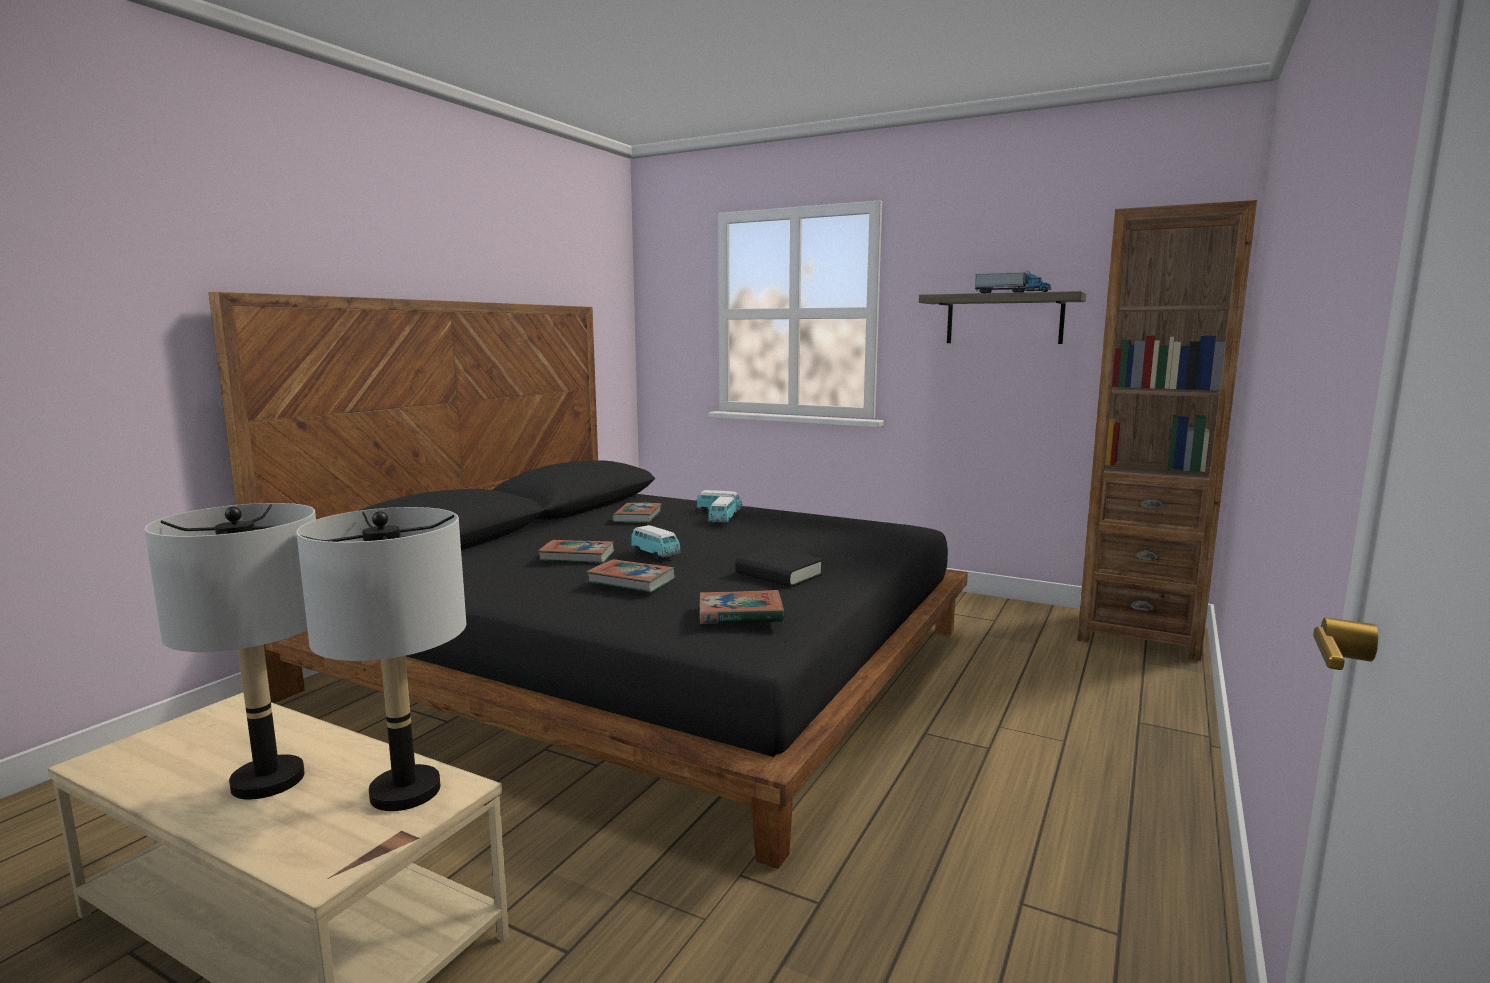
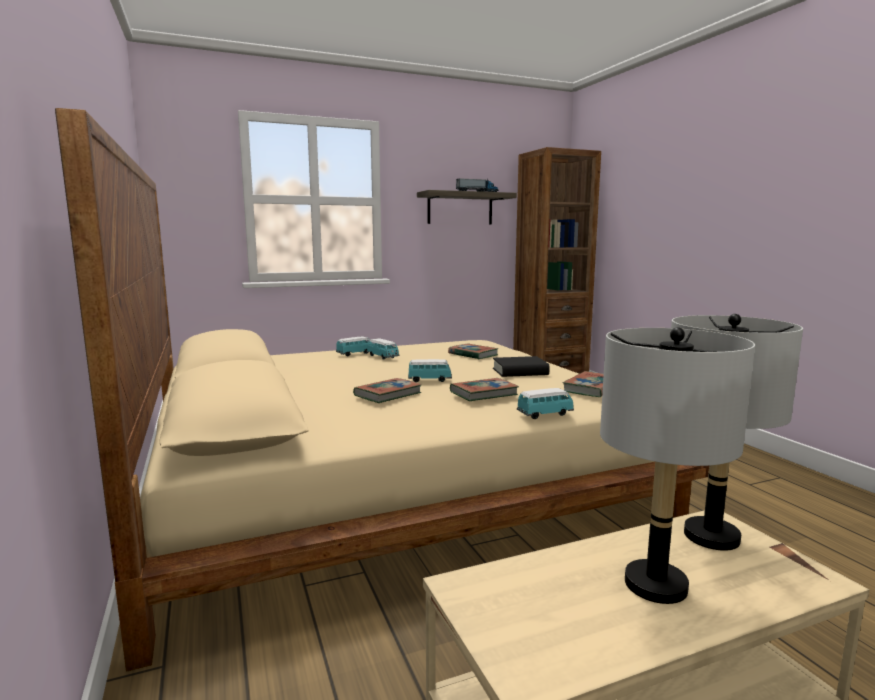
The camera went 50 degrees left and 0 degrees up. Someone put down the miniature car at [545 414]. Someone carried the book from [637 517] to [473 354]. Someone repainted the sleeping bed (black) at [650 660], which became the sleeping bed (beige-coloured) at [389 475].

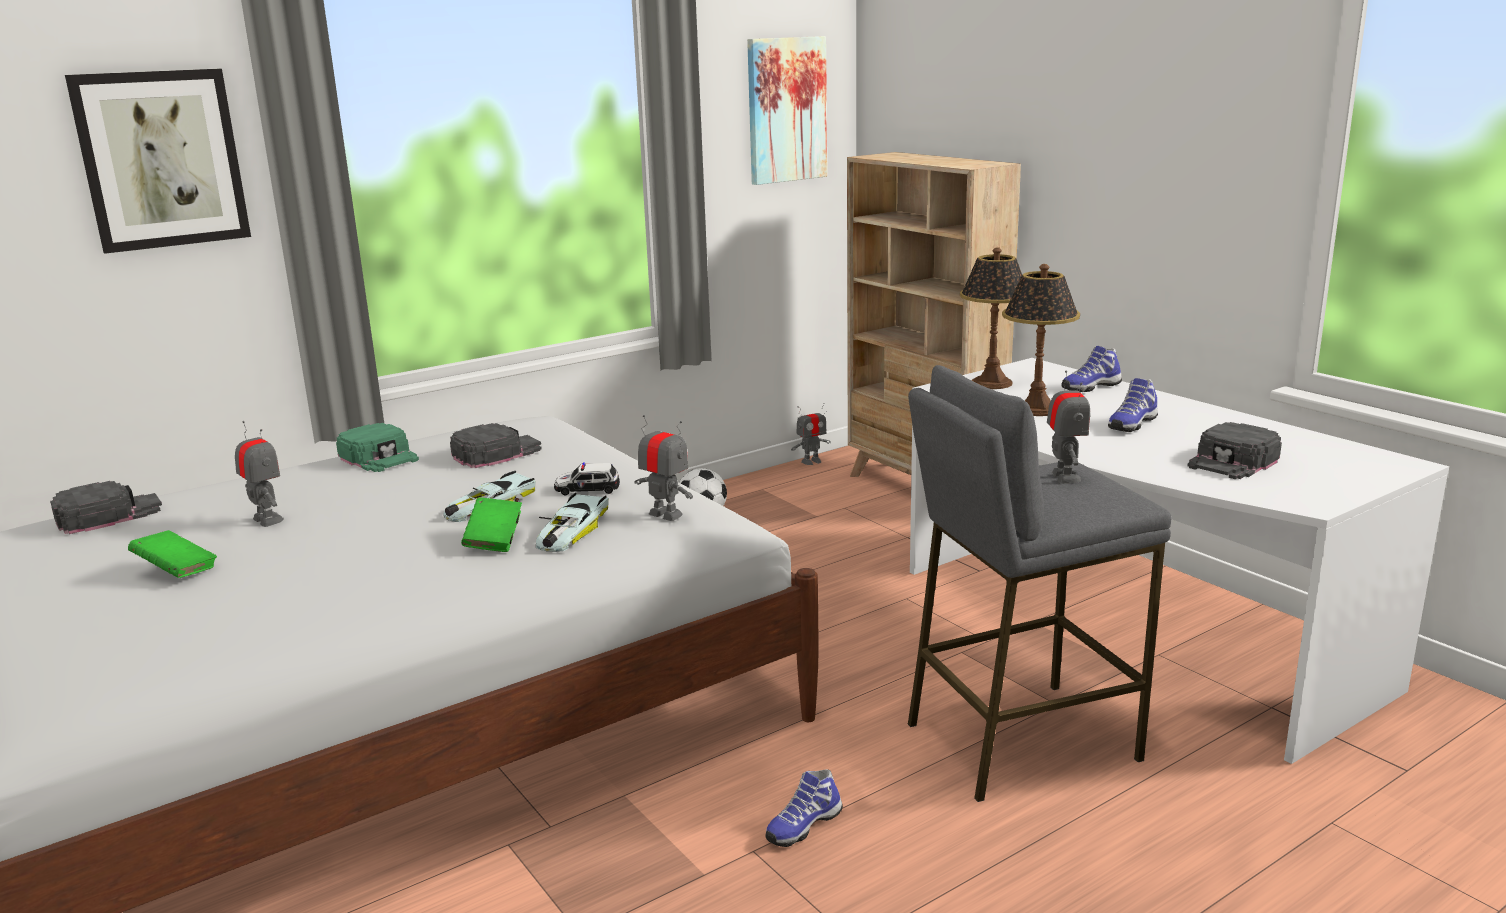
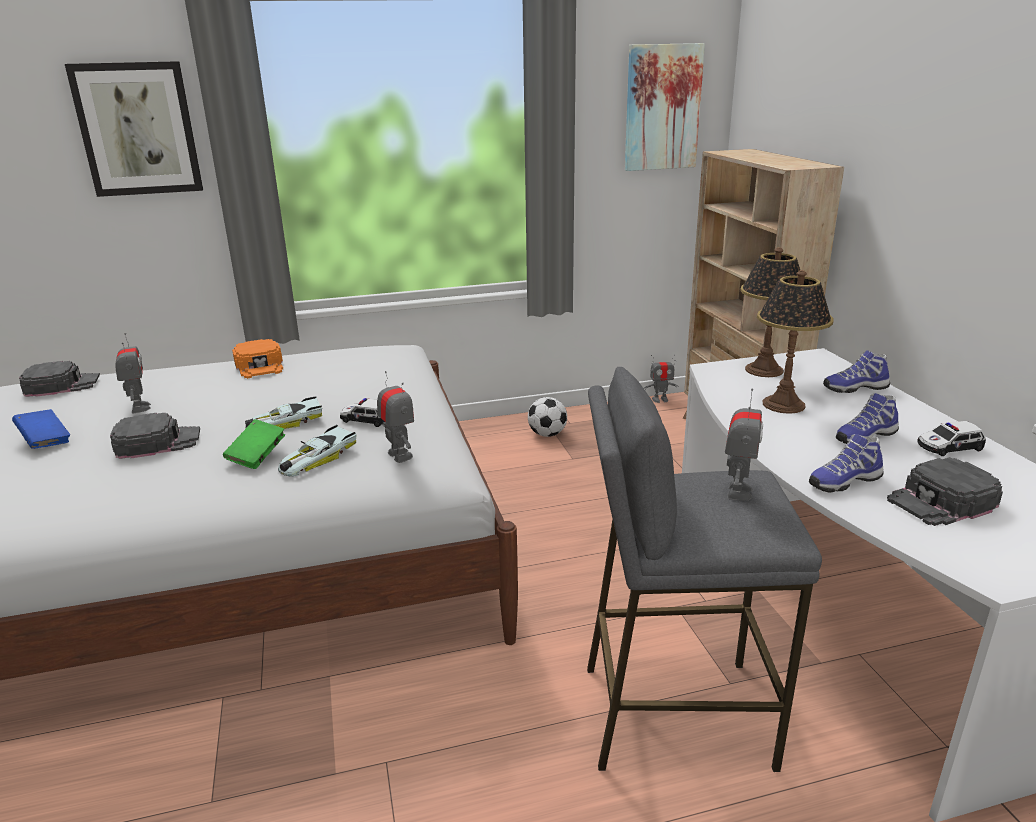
The camera went 20 degrees right and 5 degrees up. Someone put down the miniature car at [949 447]. Someone carried the cap (black) from [496 452] to [158 442]. Someone carried the item of footwear from [802 825] to [843 481]. Someone repainted the book (greenish) at [176 571], which became the book (bluish) at [45 441]. Someone repainted the cap (greenish) at [379 457], which became the cap (orange) at [260 365].

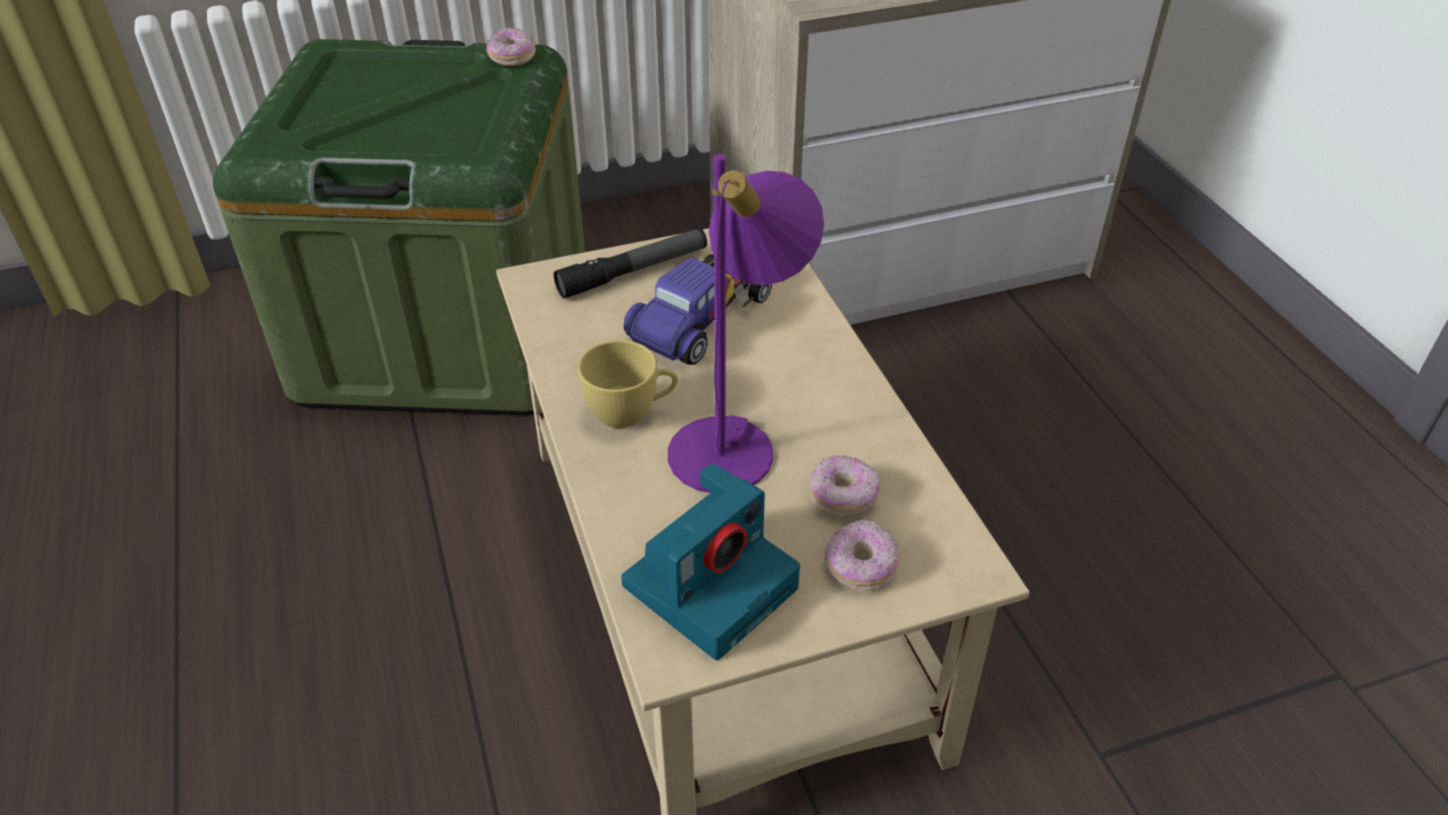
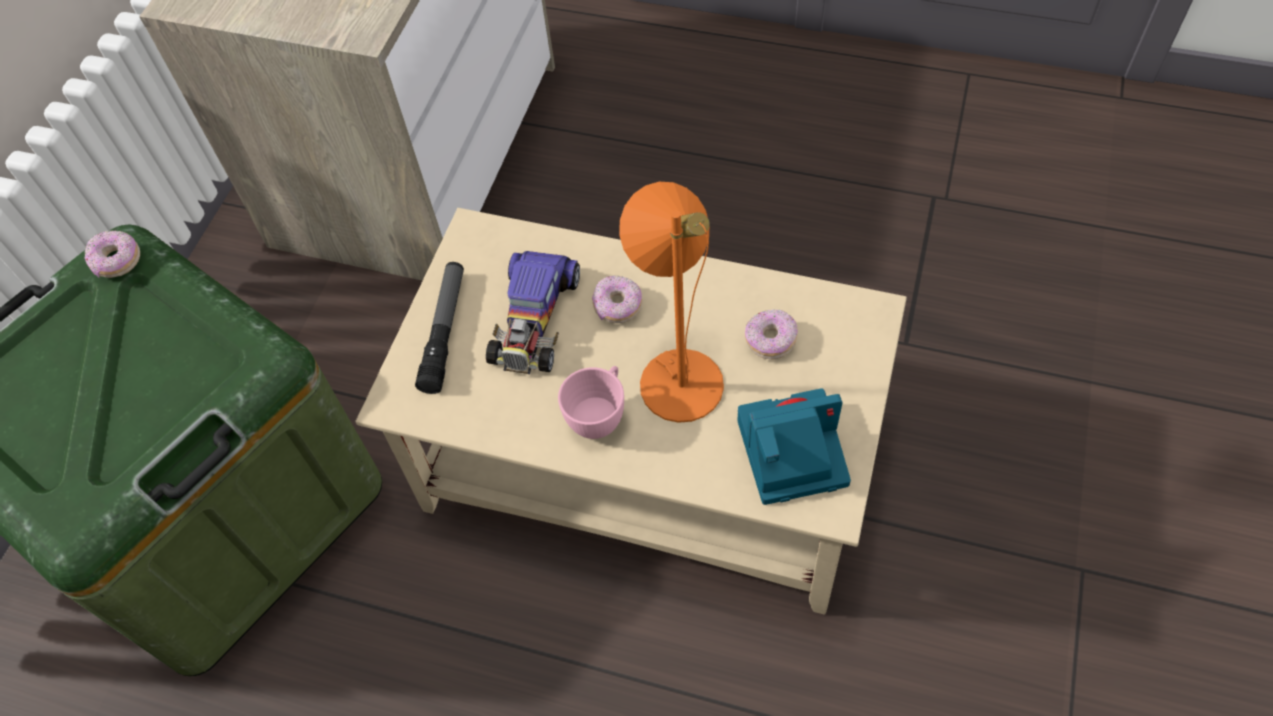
The camera went 50 degrees left and 15 degrees up. Someone carried the donut from [860 567] to [617 306]. Someone repainted the cup (yellow) at [631 413], which became the cup (pink-coloured) at [599 415]. Someone repainted the table lamp (purple-coloured) at [736 443], which became the table lamp (orange) at [678 370]. Someone rotated the still camera at [711 583] by 90 degrees counterclockwise. Someone rotated the miniature car at [700 317] by 150 degrees counterclockwise.

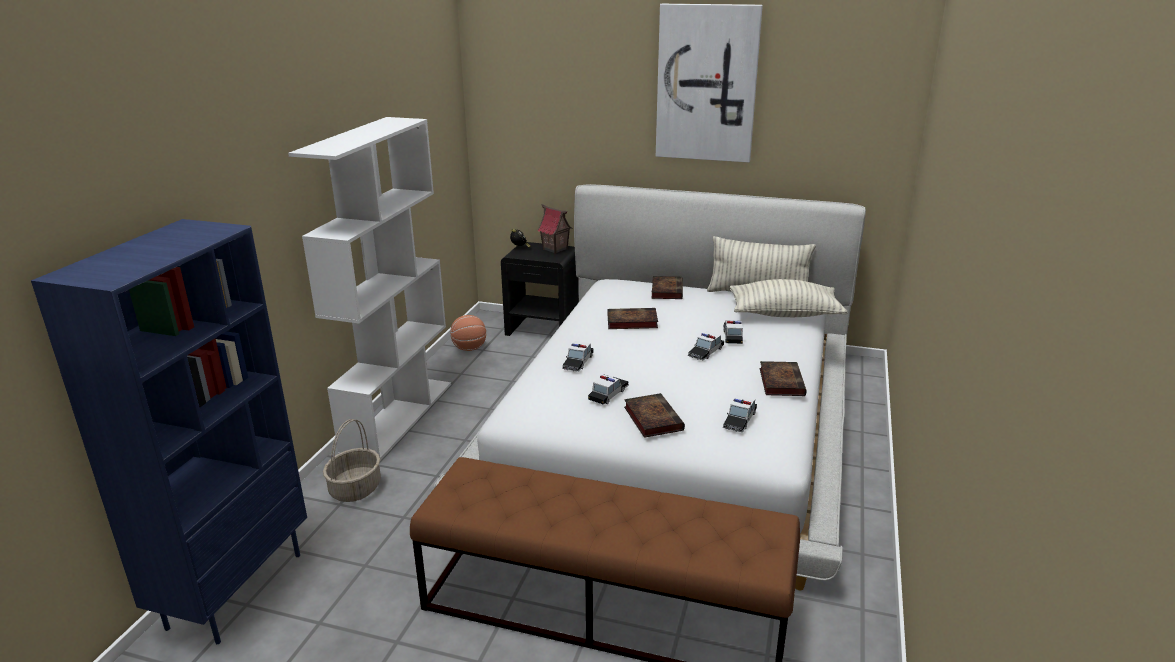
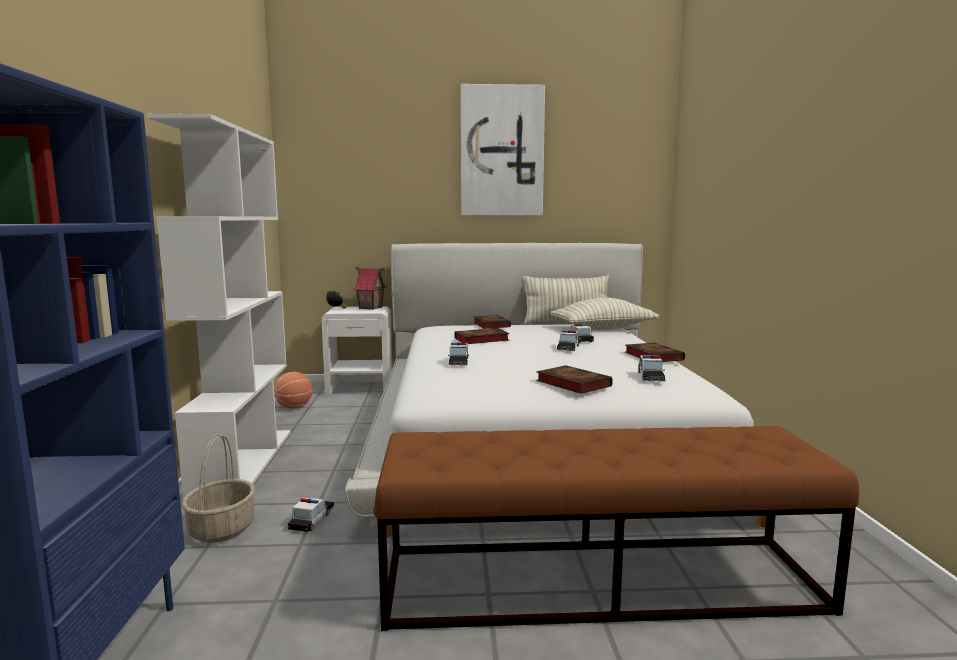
The camera went 20 degrees left and 15 degrees down. Someone carried the miniature car from [608 394] to [312 520]. Someone repainted the bedside table (black) at [543 329], which became the bedside table (white) at [360 388].

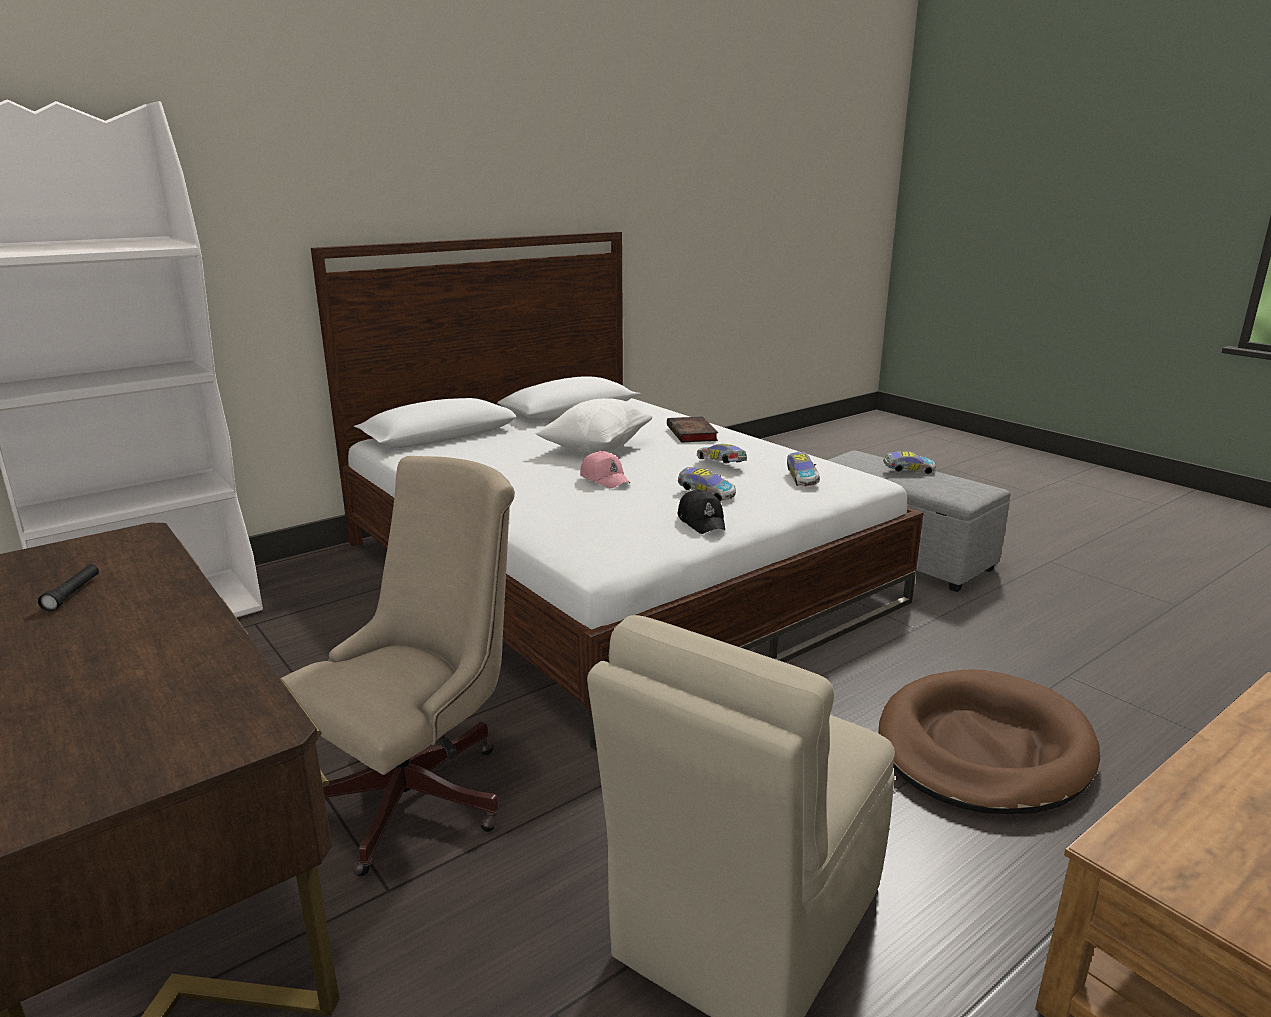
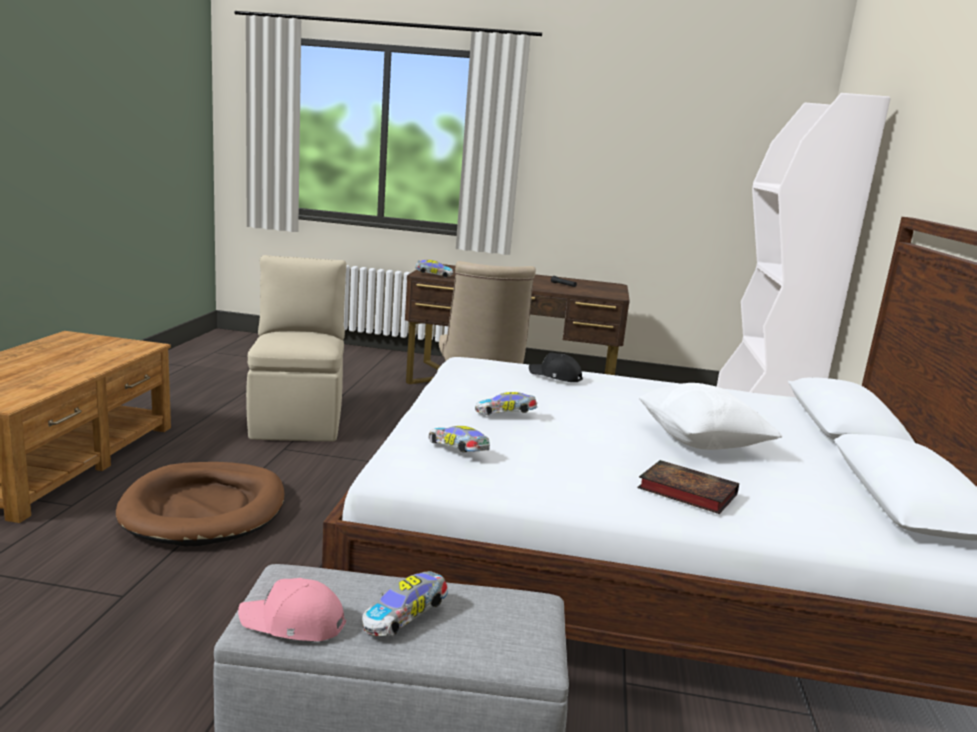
The camera went 135 degrees right and 5 degrees down. Someone carried the cap (pink-coloured) from [605 479] to [293 623]. Someone carried the cap (black) from [702 521] to [555 376]. Someone carried the miniature car from [721 464] to [433 275].

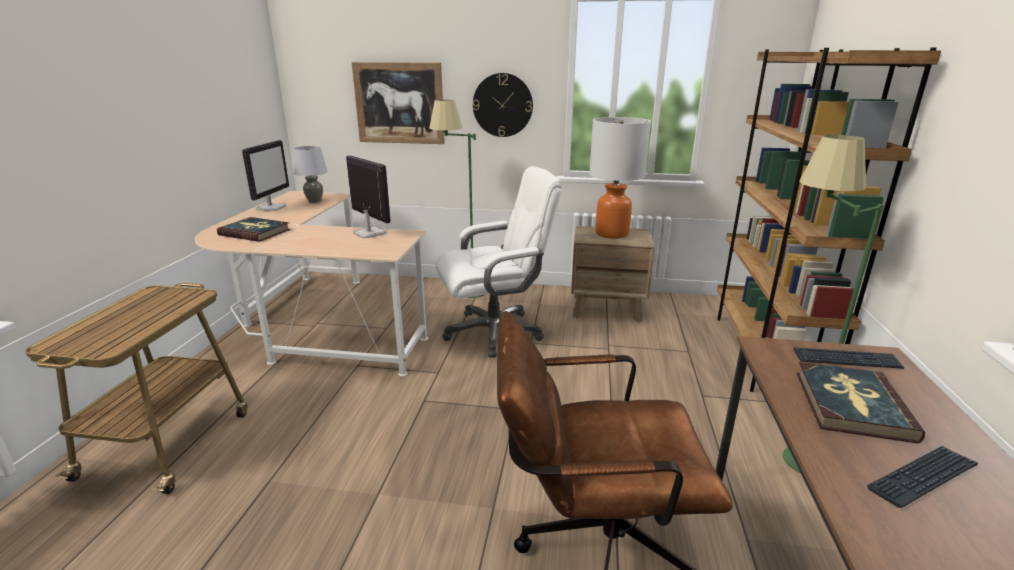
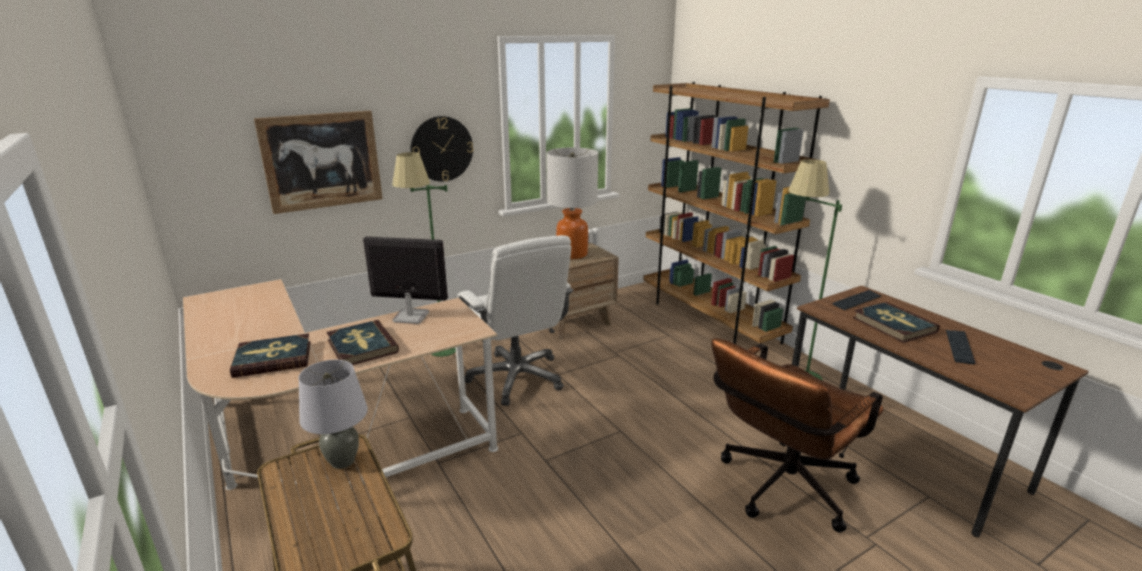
The camera went 40 degrees left and 0 degrees up. Someone took away the computer screen at [271 207]. Someone put down the book at [362 346]. Someone carried the table lamp (grey) from [315 201] to [343 461]. Someone rotated the desk chair (white) at [494 332] by 120 degrees clockwise.

